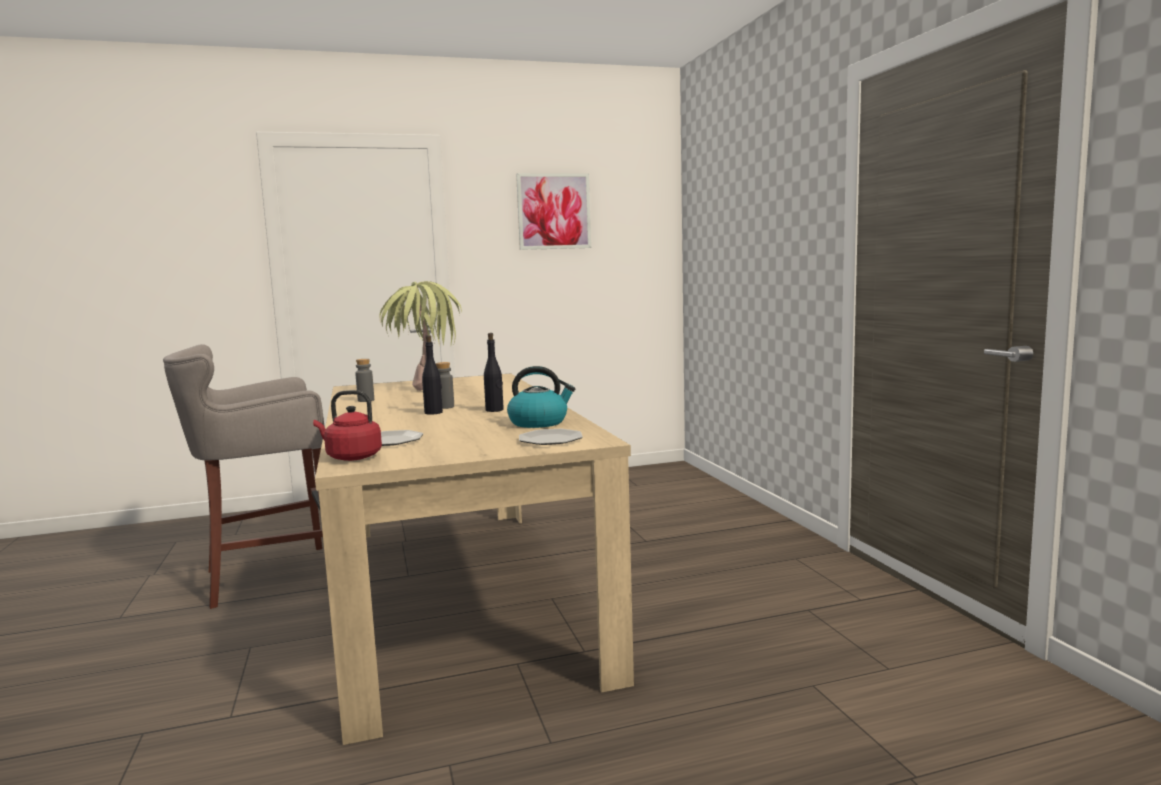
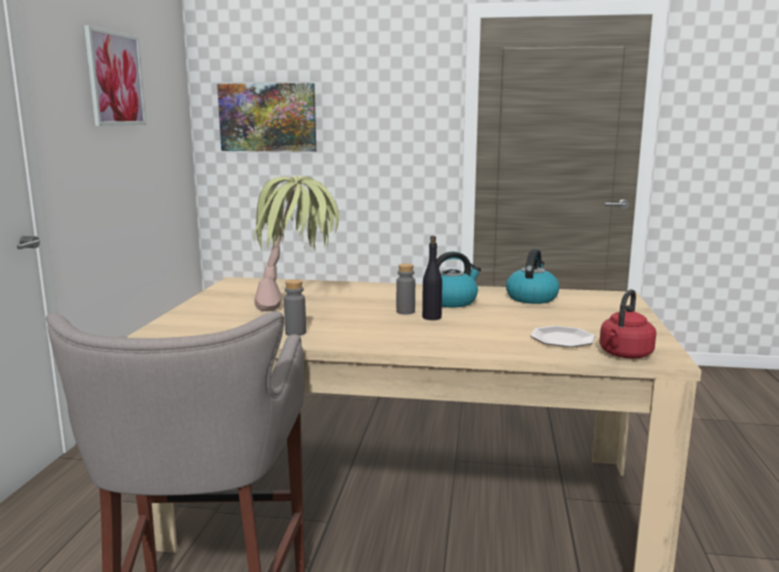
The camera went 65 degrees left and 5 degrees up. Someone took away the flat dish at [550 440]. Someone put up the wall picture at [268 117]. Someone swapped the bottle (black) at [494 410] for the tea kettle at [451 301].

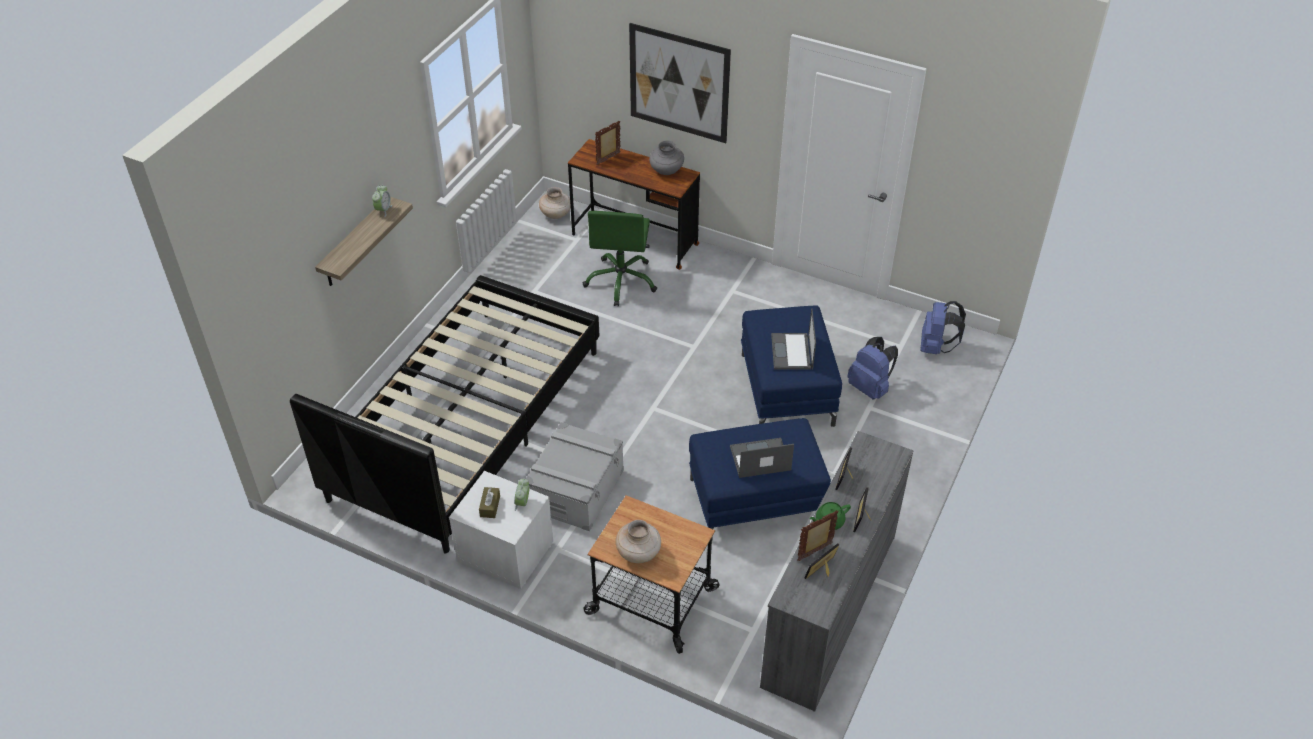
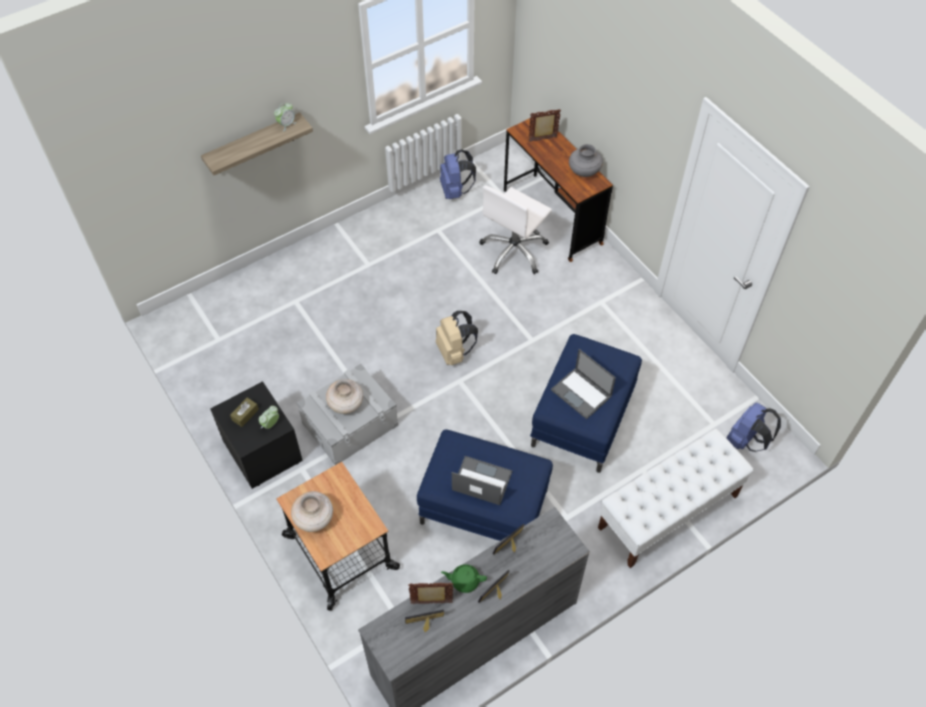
The camera went 30 degrees right and 10 degrees up. Someone took away the sleeping bed (black) at [467 423]. Someone took away the wall picture at [679 83]. Someone put down the rucksack (beige-coloured) at [455 352]. Someone put down the bench (white) at [668 512]. Someone carried the vase (beige-coloured) from [556 215] to [346 404]. Someone carried the rucksack (bluish) from [870 388] to [455 191]. Someone repainted the bedside table (white) at [504 552], which became the bedside table (black) at [261 451]. Someone repainted the desk chair (greenish) at [621 281], which became the desk chair (white) at [514 251]. Someone rotated the notebook computer at [792 352] by 75 degrees counterclockwise.

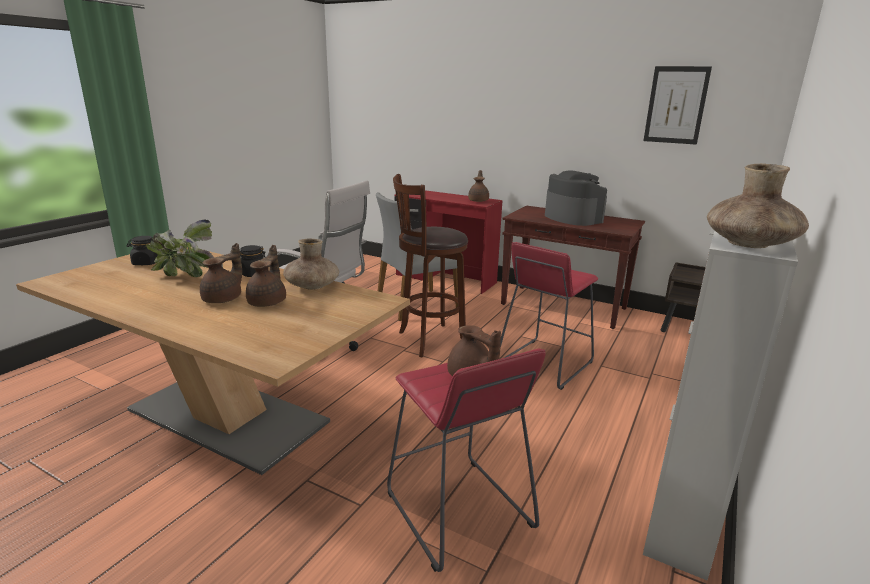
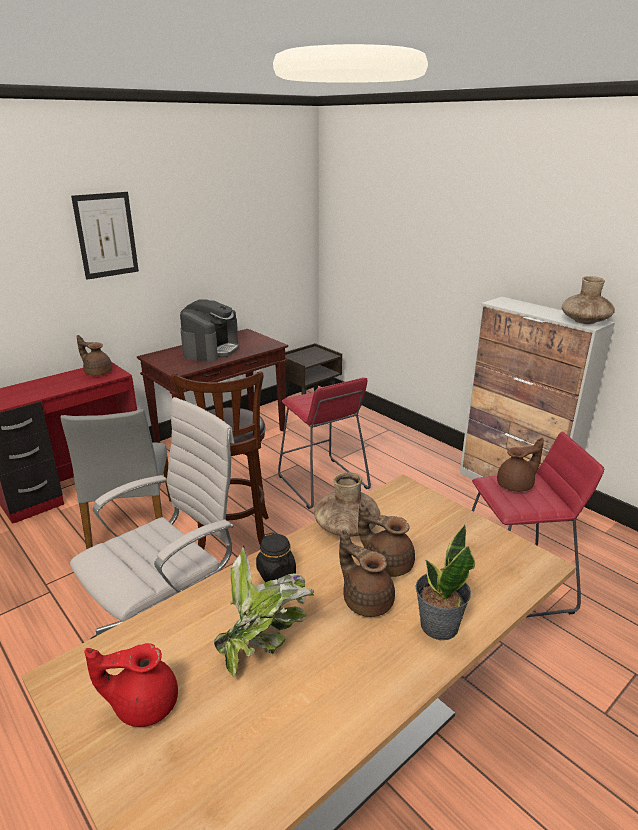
The camera went 70 degrees left and 5 degrees up. Someone put down the plant in a pot at [438 625]. Someone carried the wall picture from [676 105] to [106 235]. Someone swapped the jar (black) at [146 263] for the tea pot (red-coloured) at [143 704]. Someone rotated the coffee maker at [572 218] by 120 degrees clockwise.

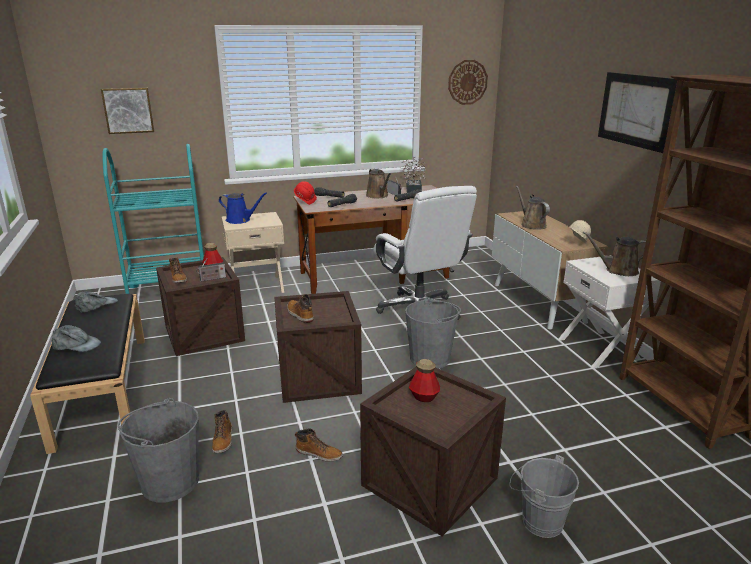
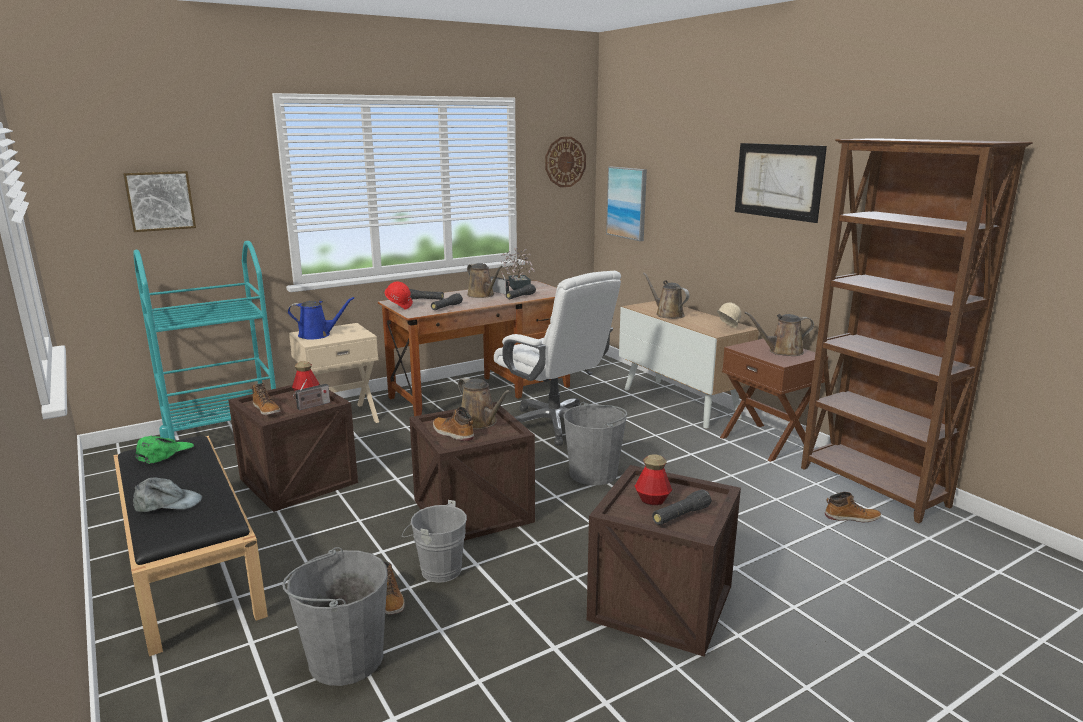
The camera went 15 degrees left and 5 degrees down. Someone put down the sprinkling can (brown) at [480 423]. Someone put up the wall picture at [627 203]. Someone put down the torch (black) at [681 516]. Someone carried the boot from [319 453] to [851 517]. Someone carried the bucket (grey) from [538 520] to [437 569]. Someone repainted the cap (grey) at [96 305], which became the cap (greenish) at [165 453]. Someone repainted the bedside table (white) at [599 348], which became the bedside table (brown) at [766 442].

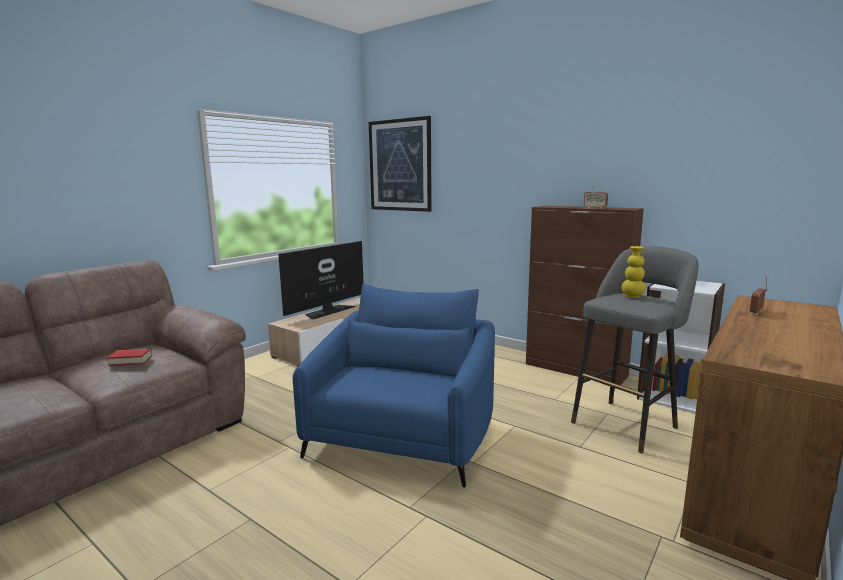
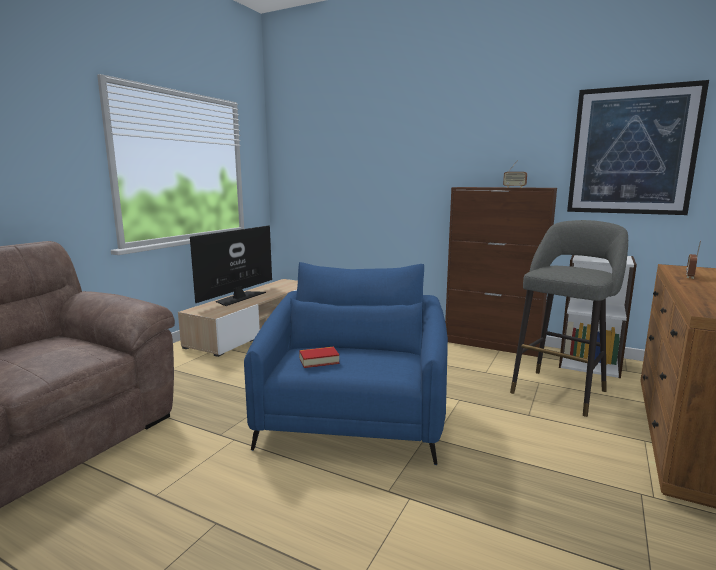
The camera went 10 degrees left and 0 degrees up. Someone took away the vase (yellow) at [632 296]. Someone carried the book from [130 361] to [319 361]. Someone carried the wall picture from [400 165] to [632 151].

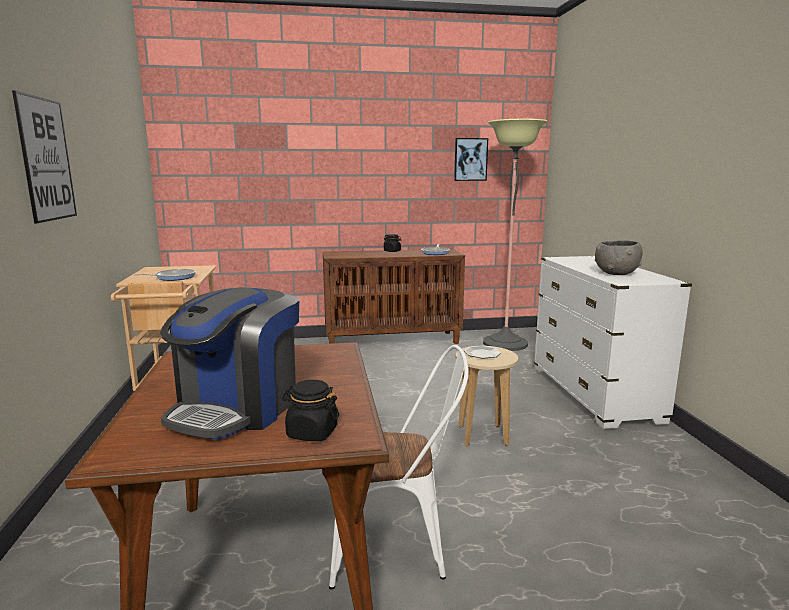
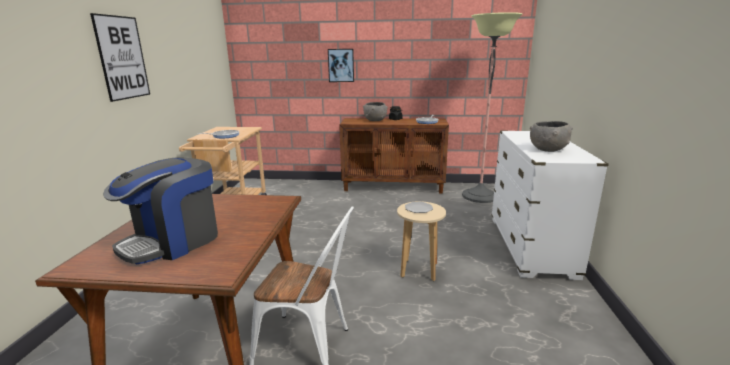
The camera went 15 degrees right and 5 degrees up. Someone took away the jar (black) at [311 433]. Someone put down the bowl (grey) at [375 120]. Someone carried the wall picture from [470 159] to [341 65].

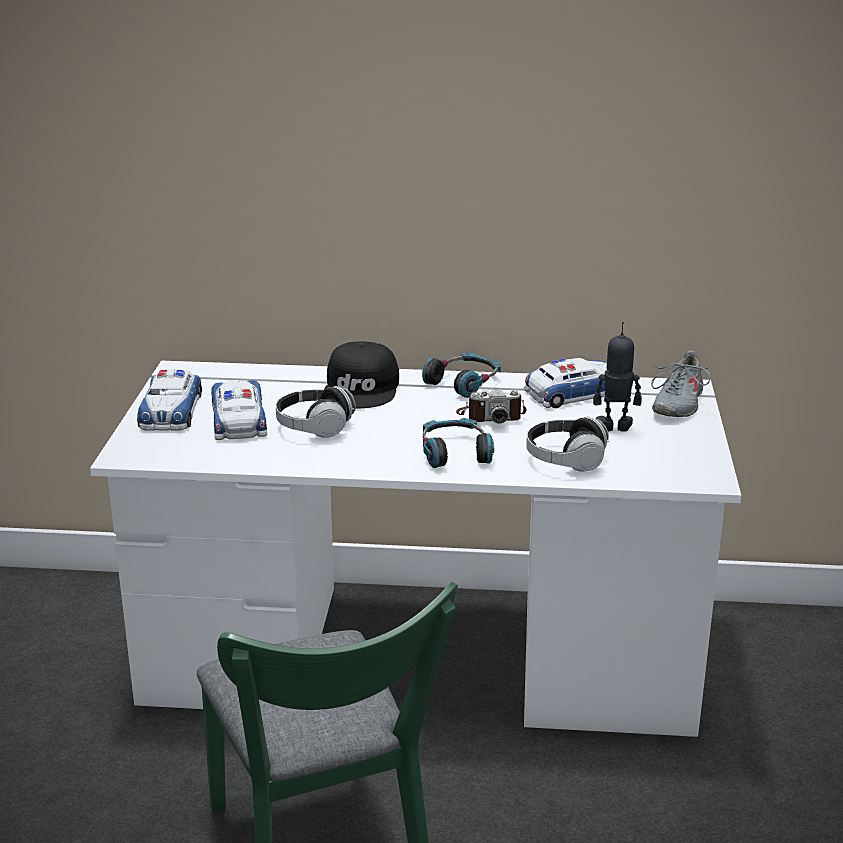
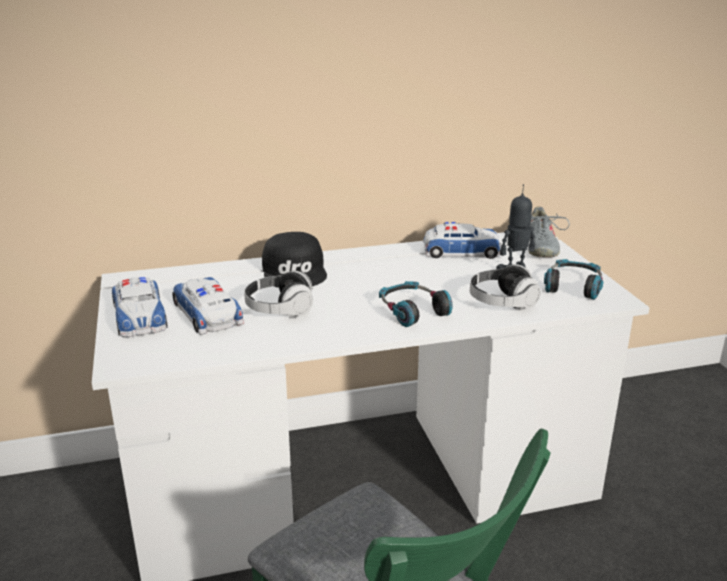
The camera went 20 degrees left and 0 degrees up. Someone took away the still camera at [491 416]. Someone carried the headphones from [463 382] to [573 286]. Someone rotated the miniature car at [574 393] by 45 degrees clockwise.

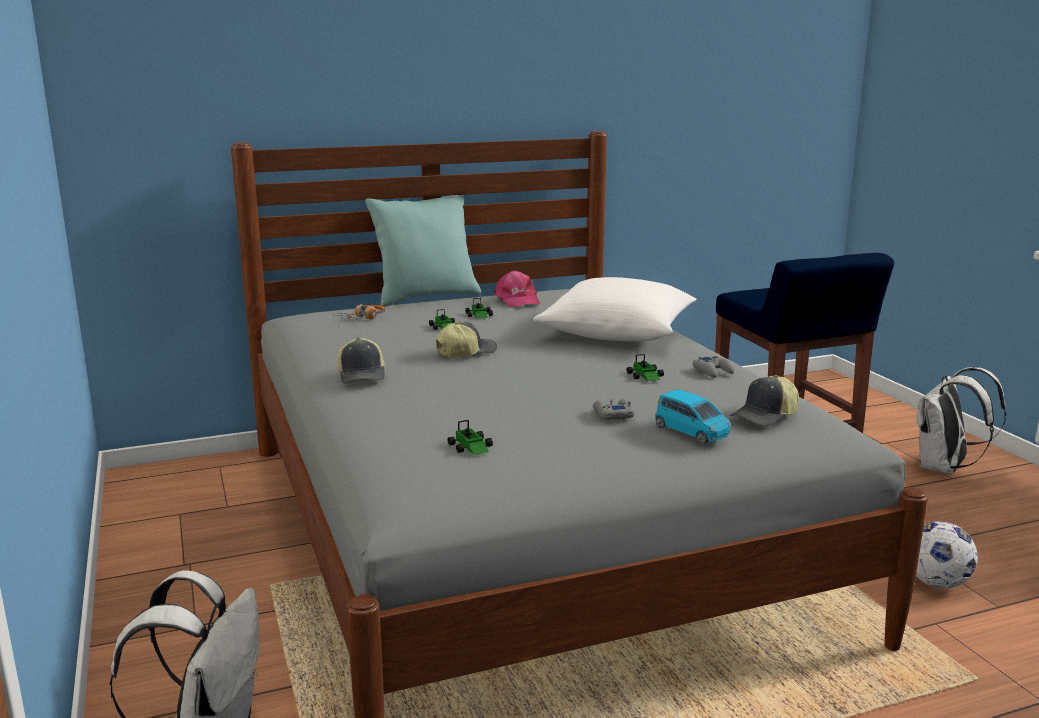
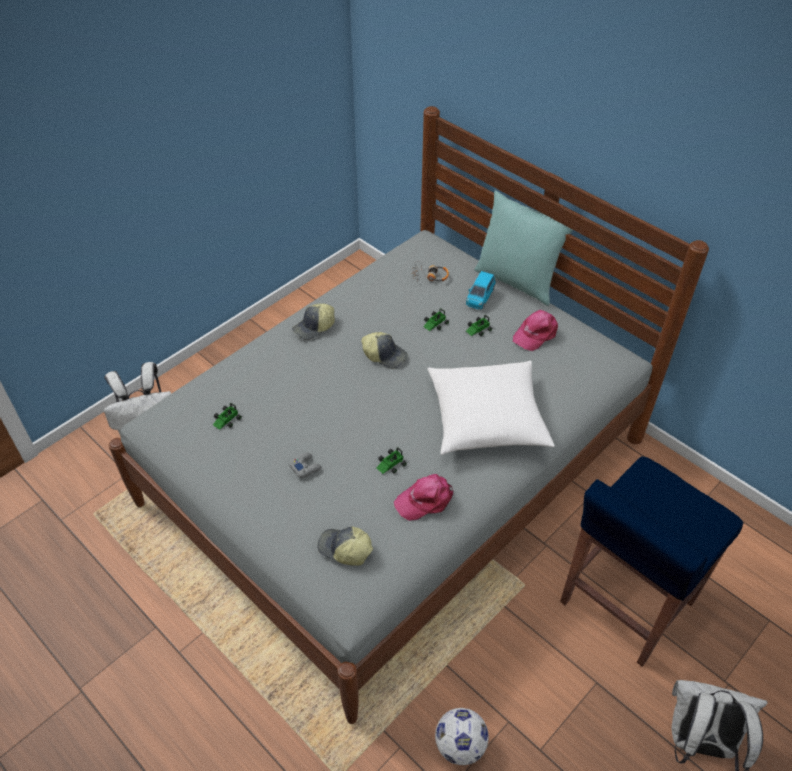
The camera went 65 degrees right and 30 degrees up. Someone carried the miniature car (bluish) from [691 432] to [480 297]. Someone swapped the joypad (grey) at [713 371] for the cap (pink-coloured) at [425 500].

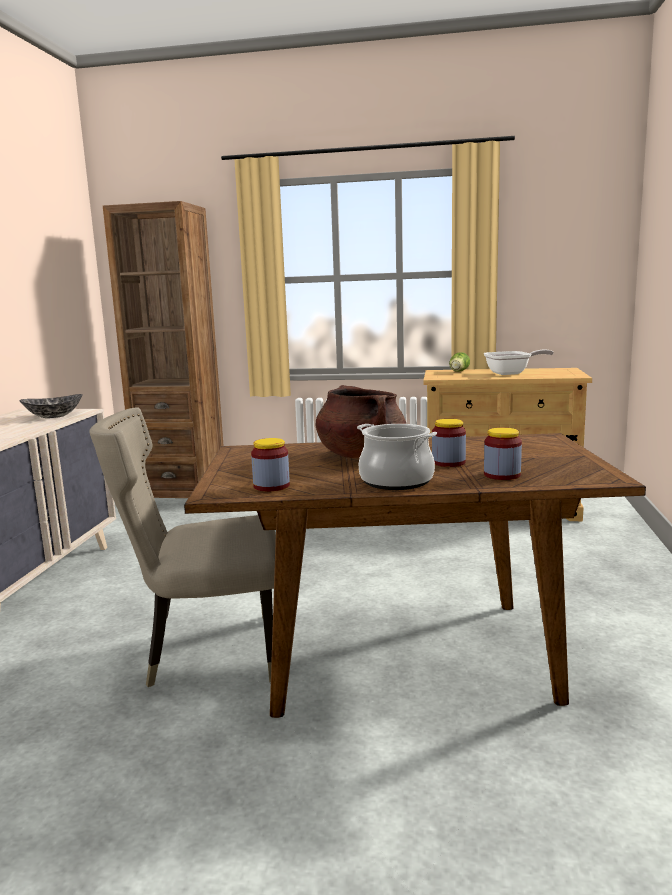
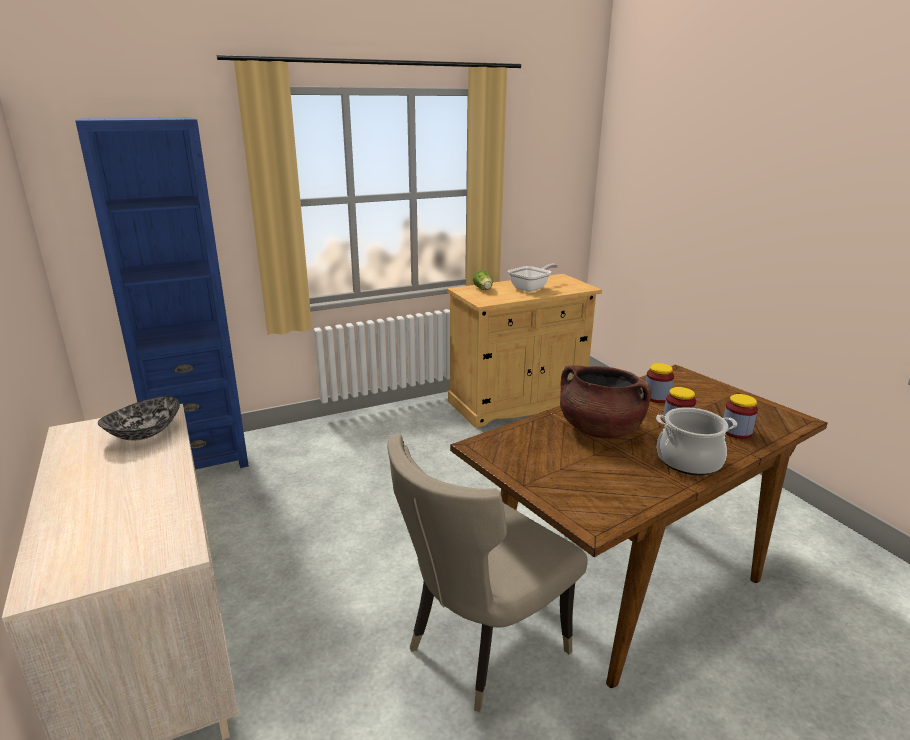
The camera went 35 degrees left and 10 degrees up. Someone carried the jar from [271 486] to [657 397]. Someone repainted the shelving unit (brown) at [182 496], which became the shelving unit (bluish) at [200 458].

